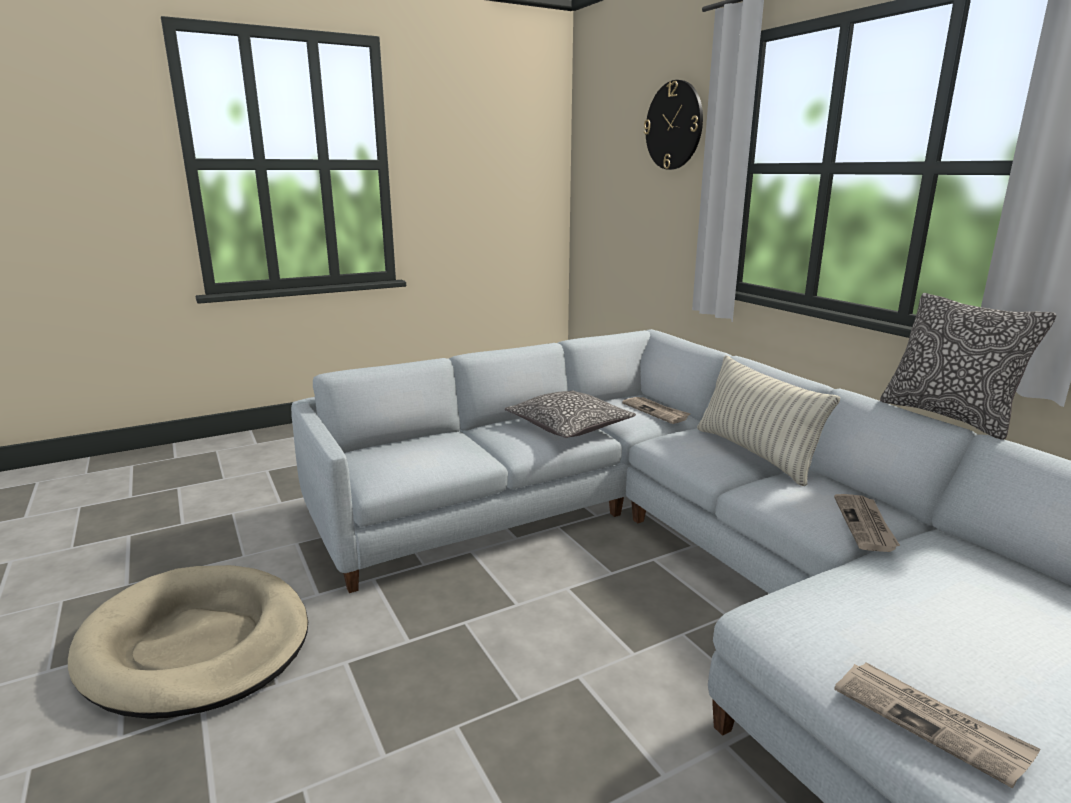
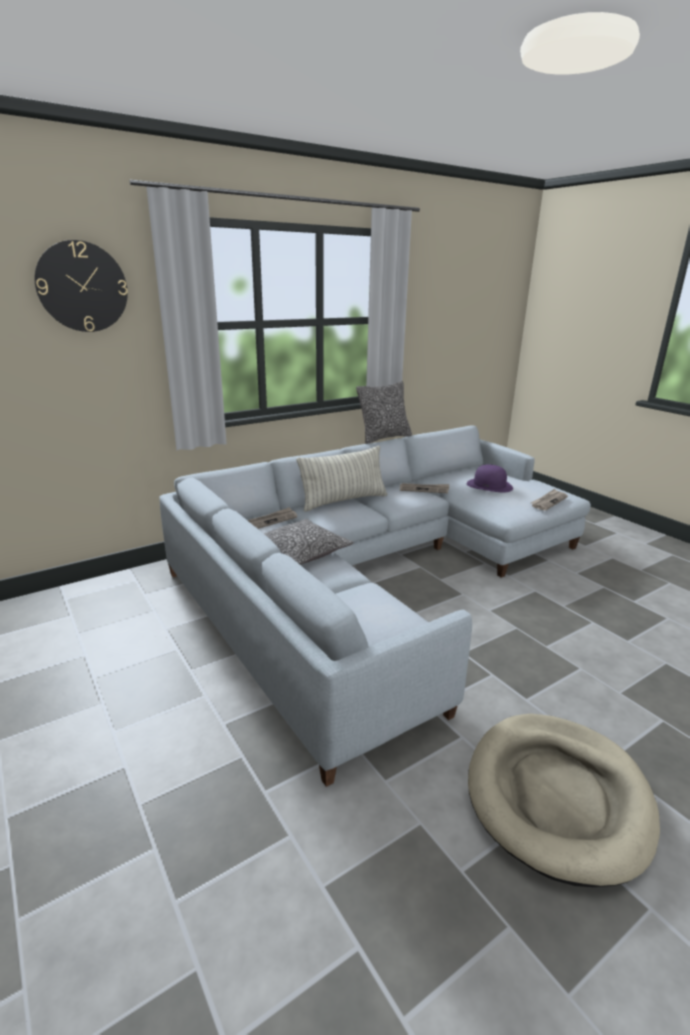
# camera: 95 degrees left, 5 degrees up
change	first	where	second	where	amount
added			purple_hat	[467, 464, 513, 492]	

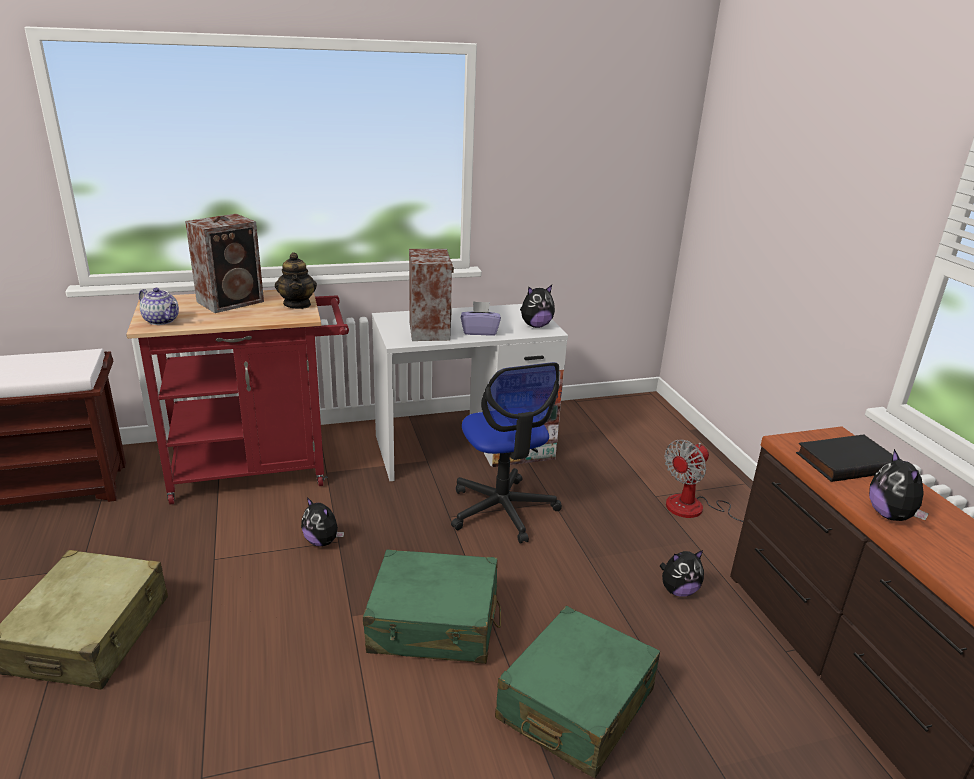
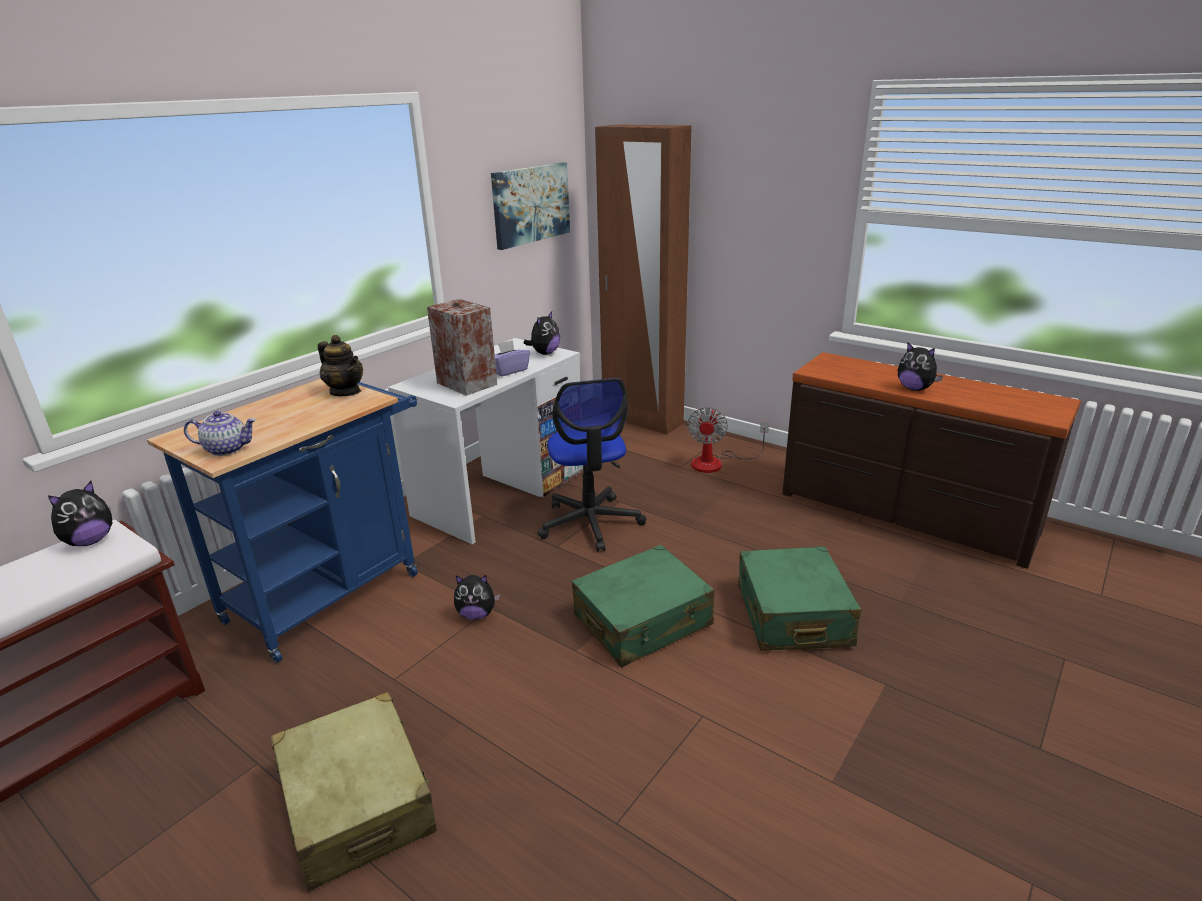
# camera: 35 degrees left, 0 degrees up
change	first	where	second	where	amount
recoloured	red_cart	[126, 290, 349, 505]	blue_cart	[147, 379, 419, 663]	
removed	speaker	[185, 214, 264, 313]			
turned	office_chair	[451, 362, 562, 544]		[538, 378, 646, 552]	45 degrees clockwise
moved	plush_toy	[660, 550, 704, 597]		[48, 481, 112, 546]	
removed	black_book	[796, 434, 903, 482]			
added			picture	[491, 162, 570, 250]	
added			brown_wardrobe	[595, 124, 692, 434]	

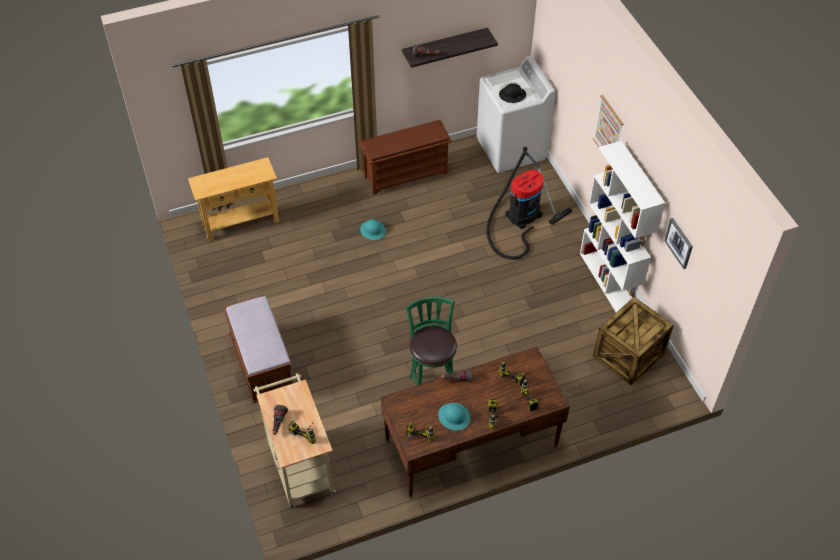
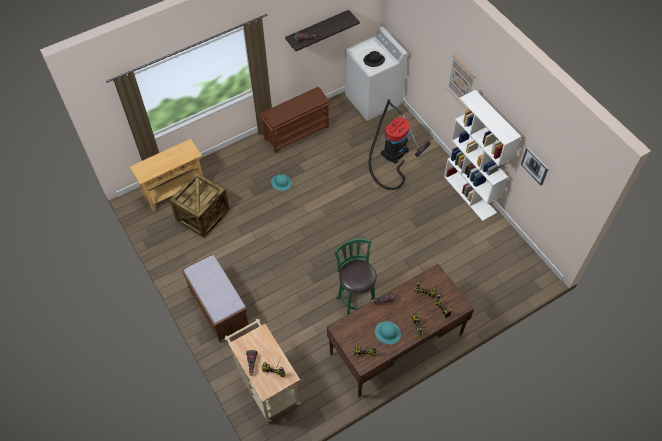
# camera: 10 degrees left, 5 degrees up
change	first	where	second	where	amount
moved	crate	[593, 297, 674, 386]		[169, 172, 230, 238]	

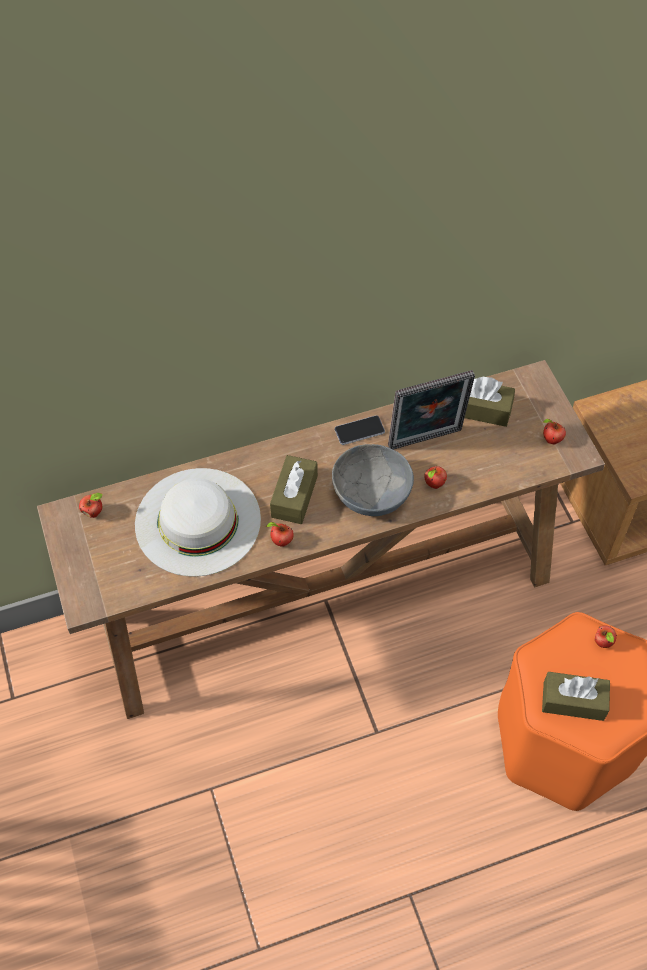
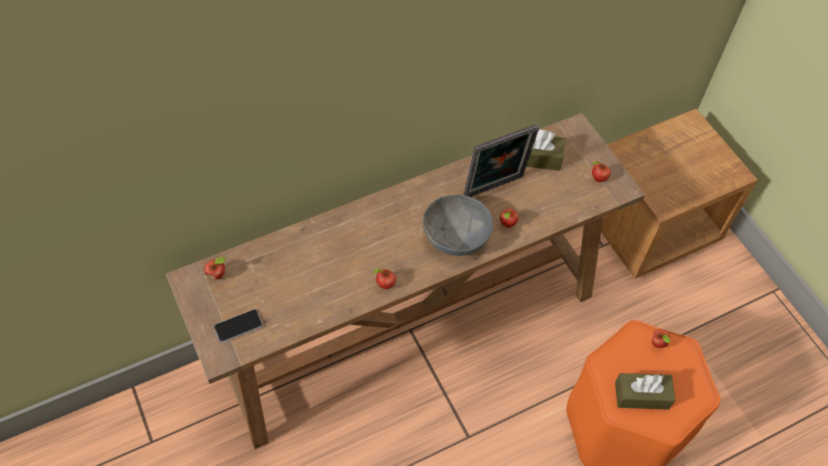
# camera: 10 degrees left, 0 degrees up
change	first	where	second	where	amount
removed	white_hat	[135, 468, 261, 577]			
removed	brown_tissue_box	[270, 455, 318, 524]			
moved	phone	[335, 415, 385, 445]		[214, 309, 263, 343]	

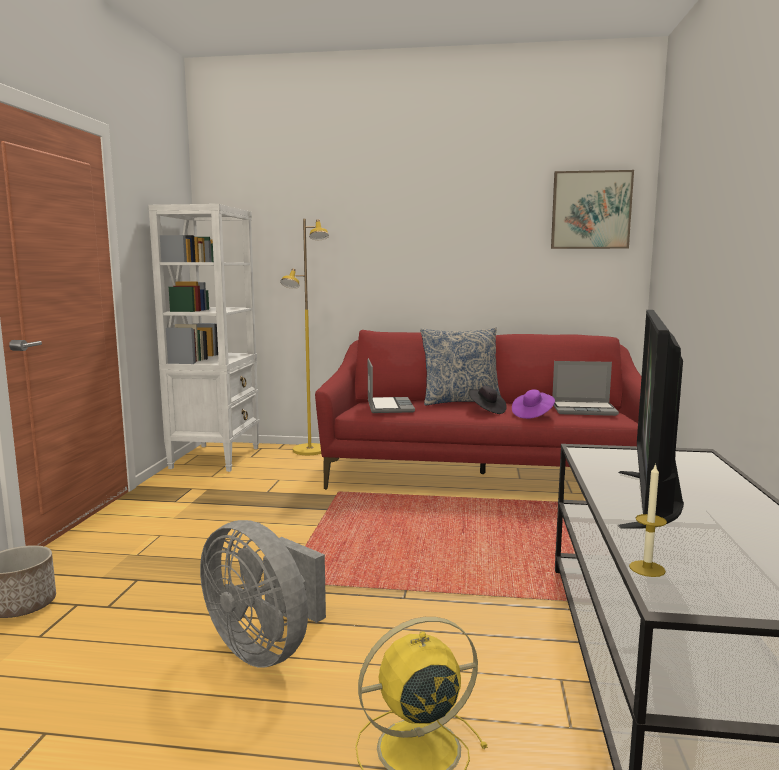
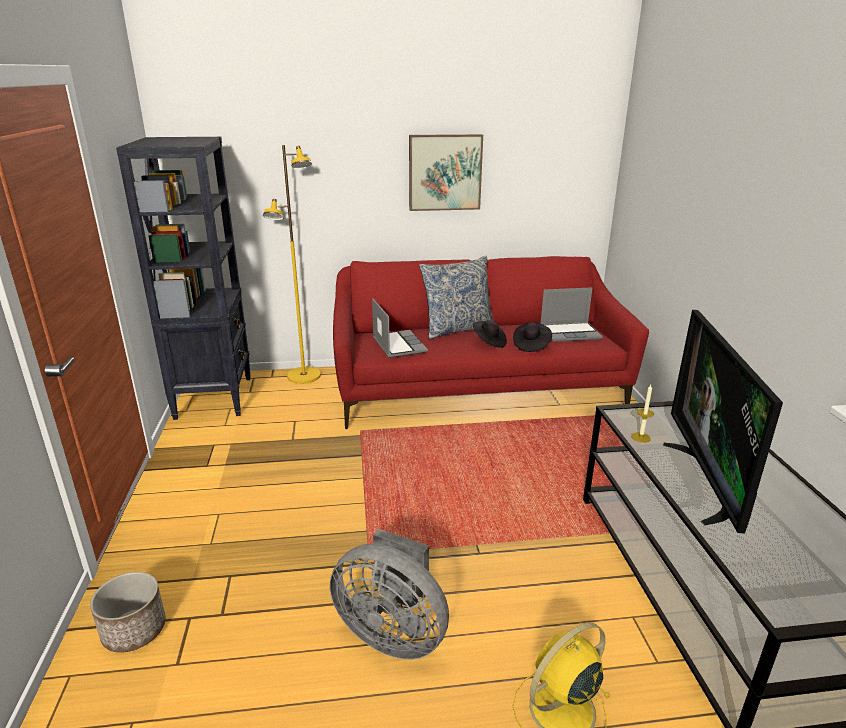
# camera: 15 degrees left, 15 degrees up
change	first	where	second	where	amount
recoloured	white_bookcase	[148, 204, 260, 472]	black_bookcase	[116, 137, 251, 420]	
recoloured	purple_hat	[512, 390, 555, 419]	black_hat	[513, 322, 552, 352]	
moved	picture	[551, 170, 634, 249]		[409, 134, 483, 211]	
moved	candle	[629, 463, 667, 577]		[631, 385, 654, 443]	

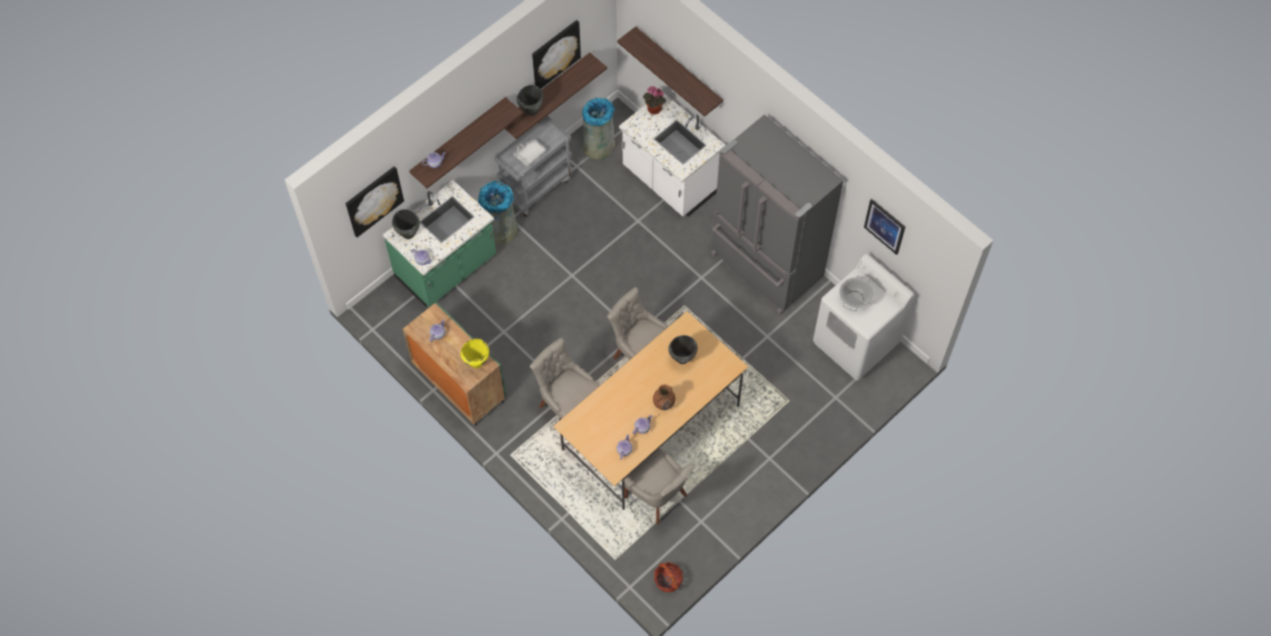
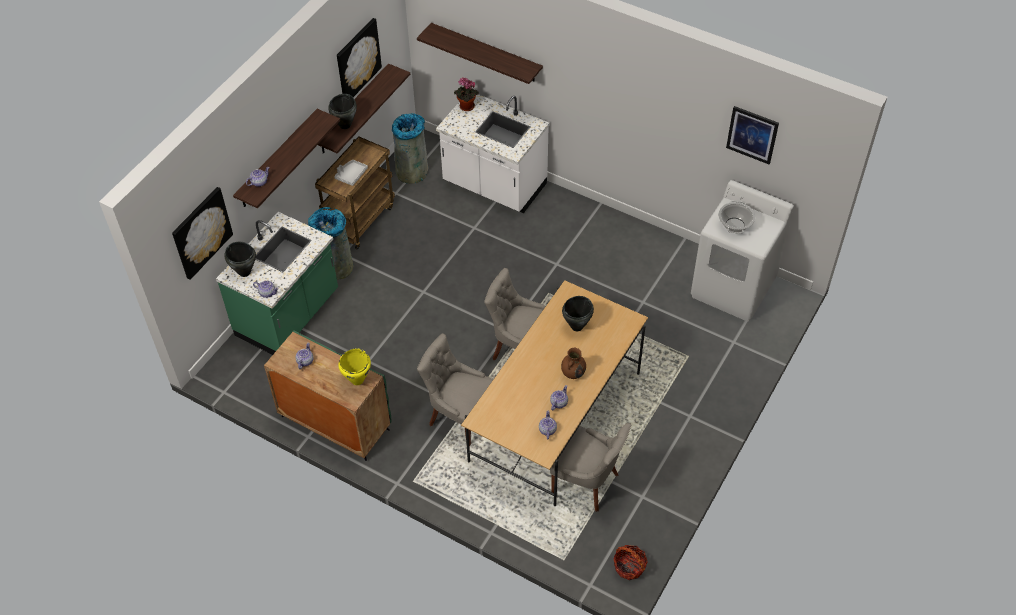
# camera: 15 degrees left, 10 degrees down
change	first	where	second	where	amount
recoloured	grey_cart	[494, 116, 573, 217]	brown_cart	[315, 136, 395, 249]	
removed	grey_fridge	[711, 115, 844, 315]			

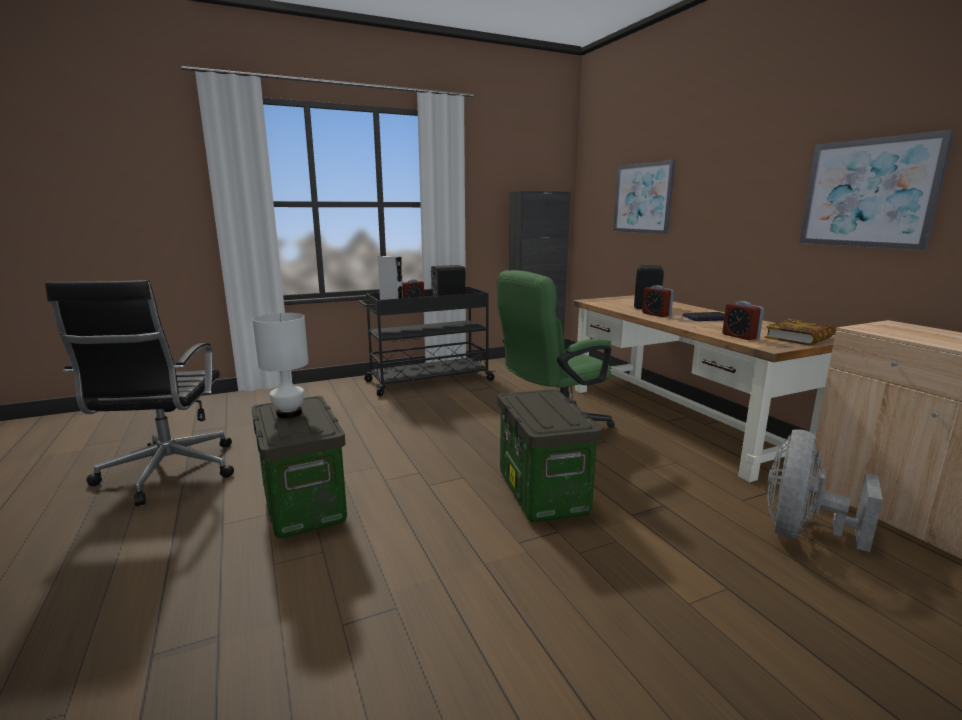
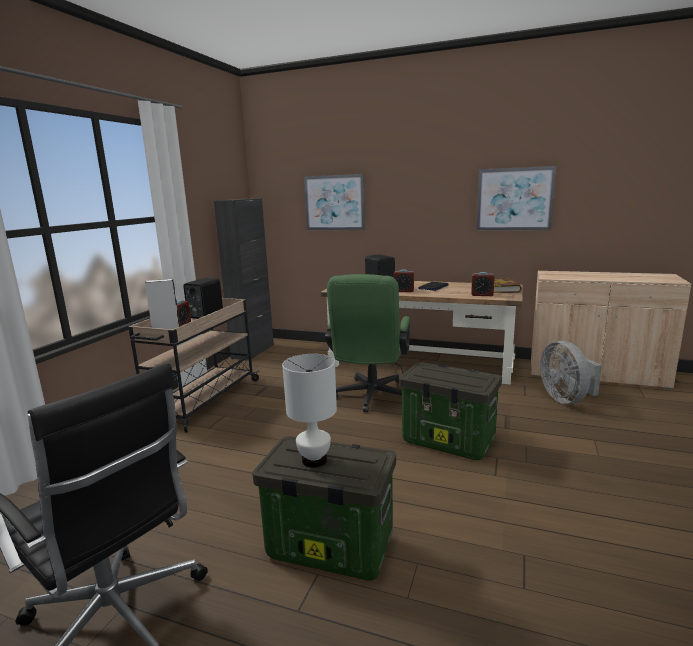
# camera: 45 degrees left, 0 degrees up
change	first	where	second	where	amount
recoloured	black_cart	[359, 287, 496, 397]	beige_cart	[128, 298, 260, 433]	

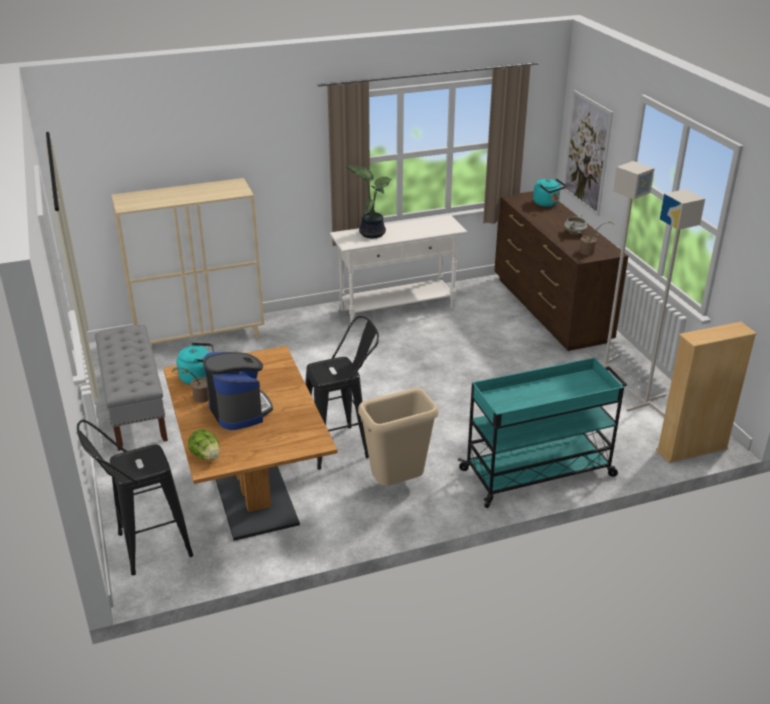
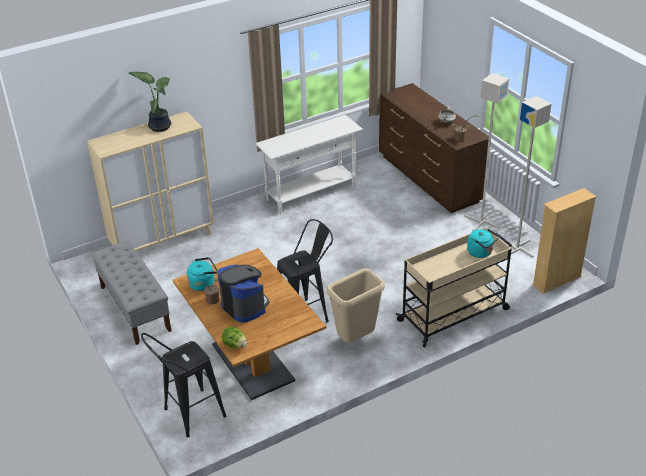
# camera: 10 degrees left, 5 degrees up
change	first	where	second	where	amount
moved	potted_plant	[345, 165, 391, 238]		[128, 72, 171, 132]	
recoloured	turquoise_cart	[458, 358, 627, 508]	beige_cart	[396, 227, 512, 347]	
moved	turquoise_kettle	[533, 178, 566, 207]		[467, 229, 499, 258]	
removed	picture	[563, 90, 613, 216]			

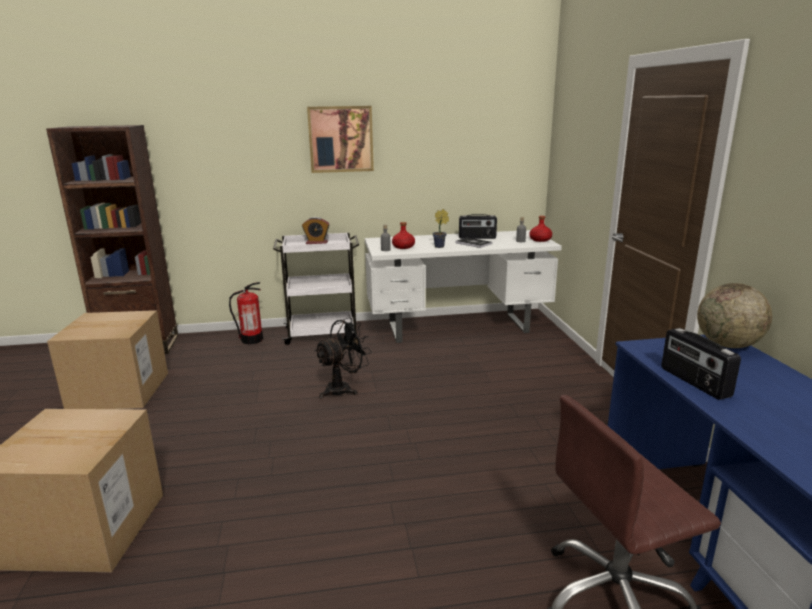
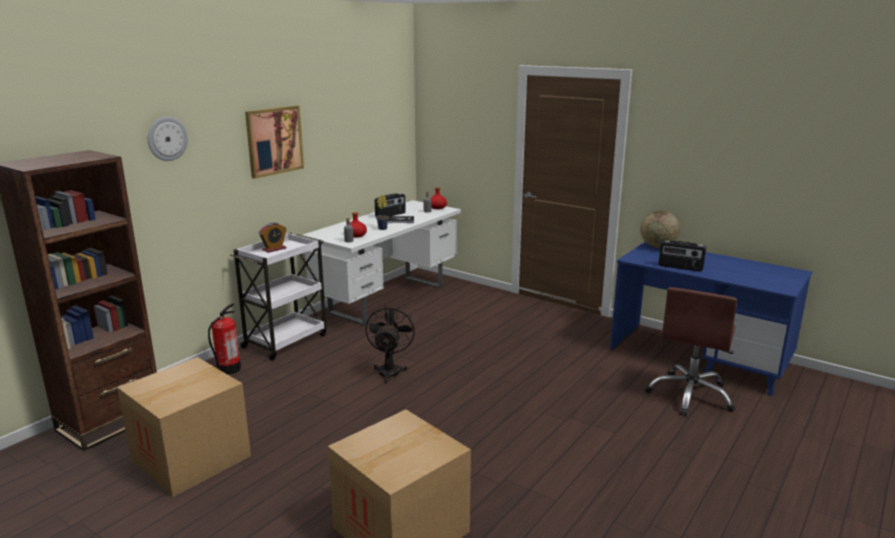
# camera: 45 degrees left, 0 degrees up
change	first	where	second	where	amount
added			wall_clock	[148, 117, 188, 161]	

